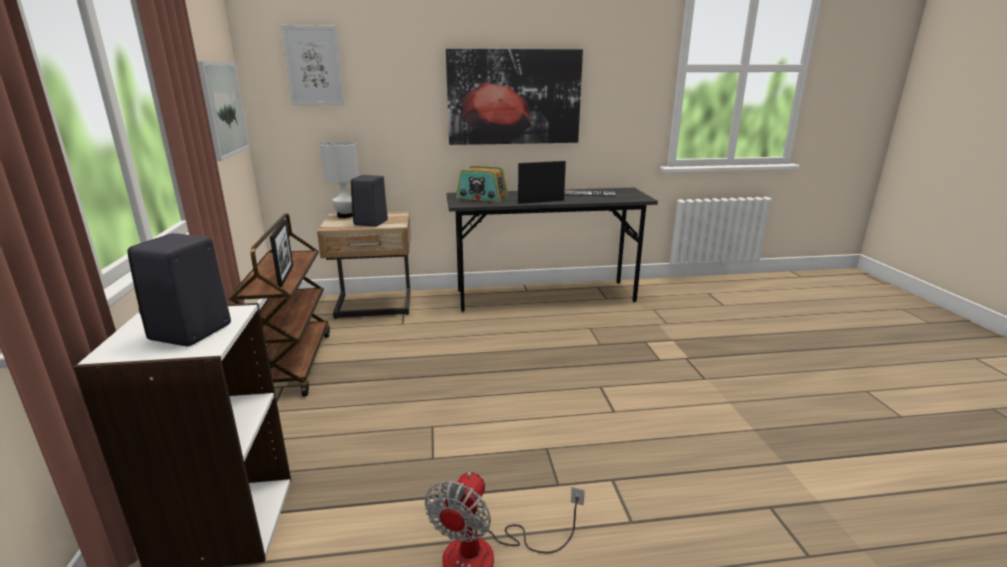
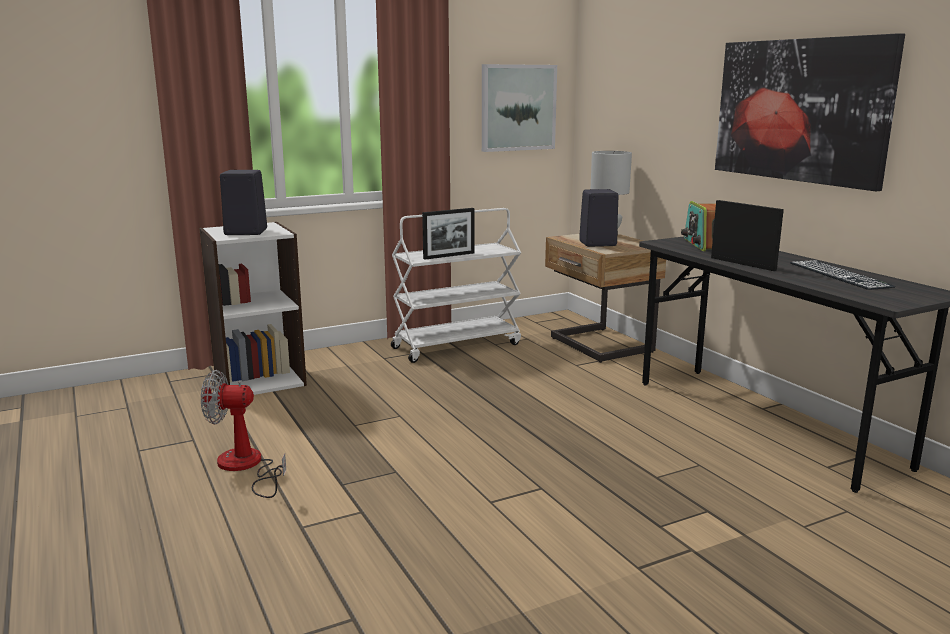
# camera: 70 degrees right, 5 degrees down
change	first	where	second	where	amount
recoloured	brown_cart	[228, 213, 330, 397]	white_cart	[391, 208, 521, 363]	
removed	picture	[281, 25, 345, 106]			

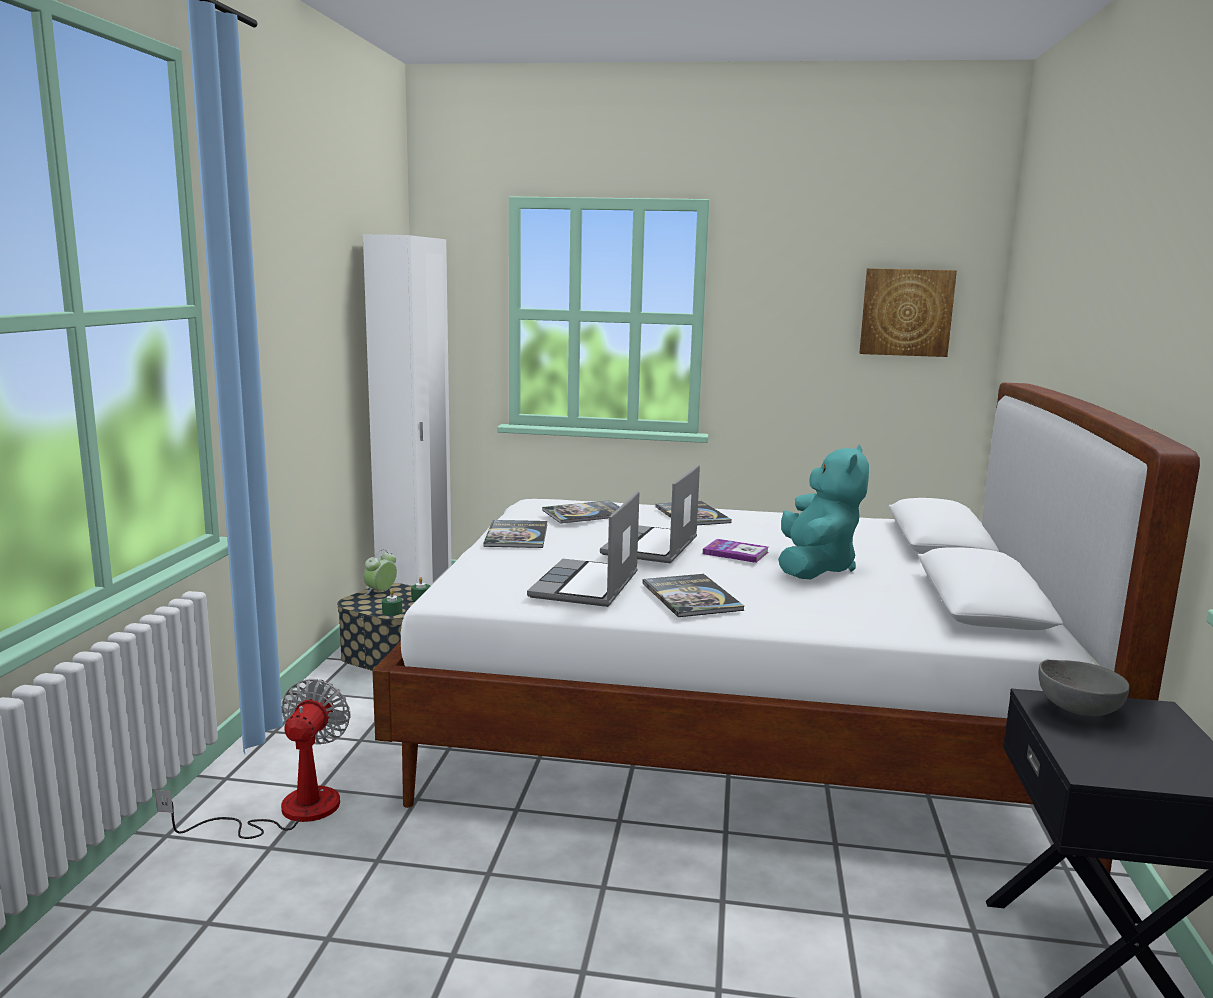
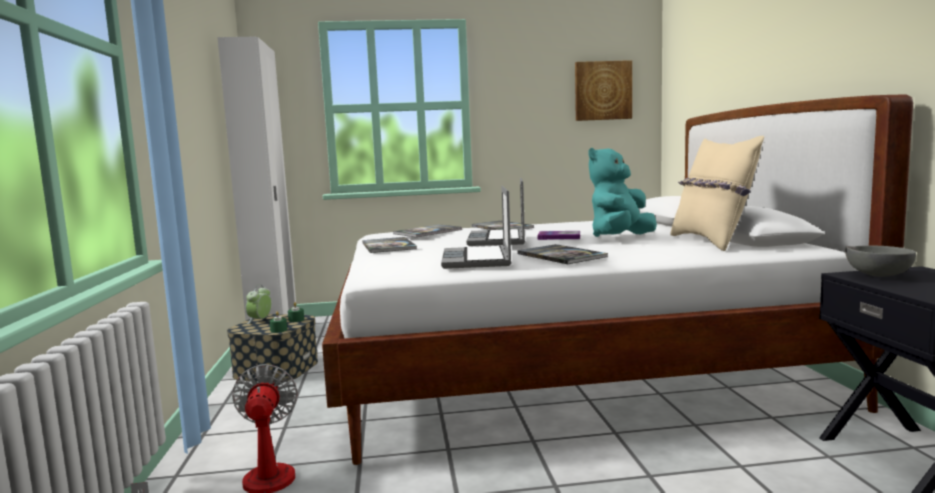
# camera: 15 degrees left, 5 degrees down
change	first	where	second	where	amount
turned	turquoise_plush_toy	[778, 445, 869, 579]		[588, 148, 657, 237]	135 degrees counterclockwise
added			beige_pillow	[670, 136, 764, 251]	

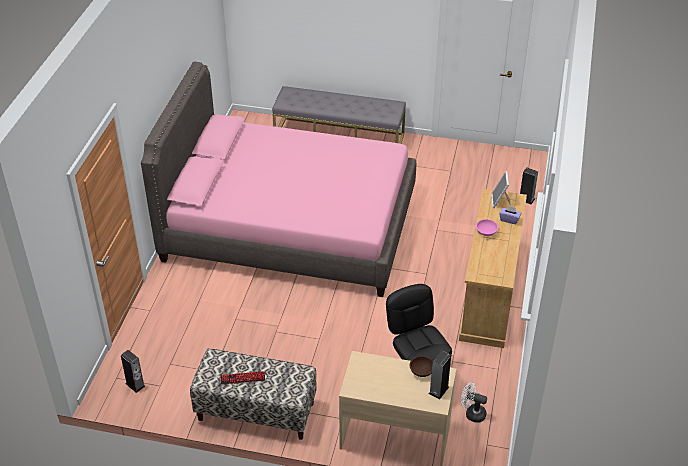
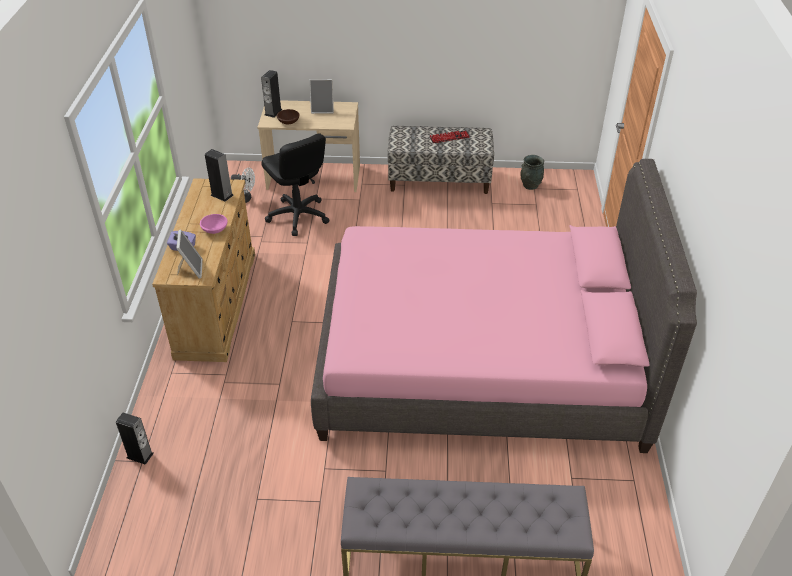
# camera: 170 degrees right, 0 degrees up
change	first	where	second	where	amount
moved	speaker	[121, 350, 145, 393]		[205, 149, 234, 202]	
added			picture_frame	[310, 79, 334, 114]	
added			grey_vase	[520, 155, 544, 190]	

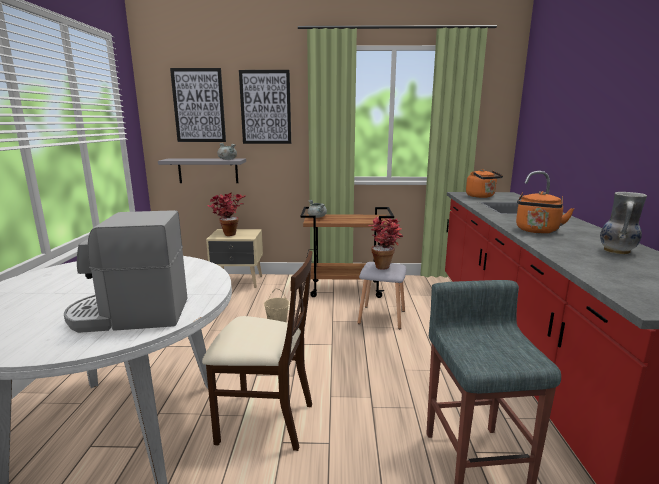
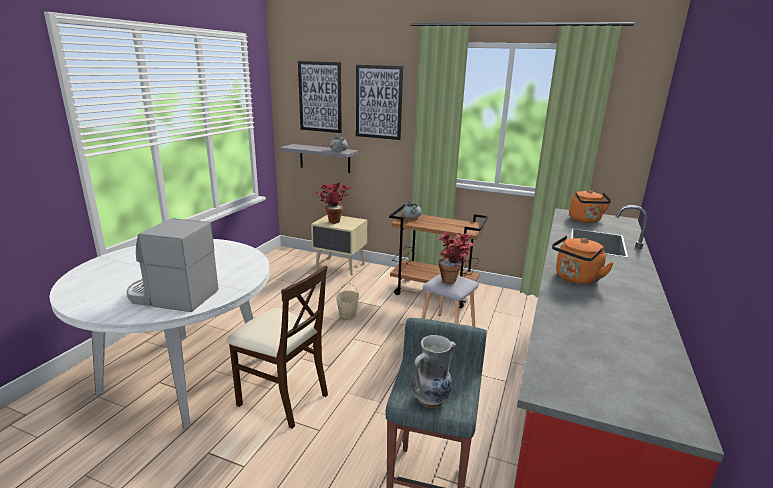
# camera: 20 degrees right, 5 degrees up
change	first	where	second	where	amount
moved	vase	[600, 192, 647, 254]		[412, 335, 456, 408]	

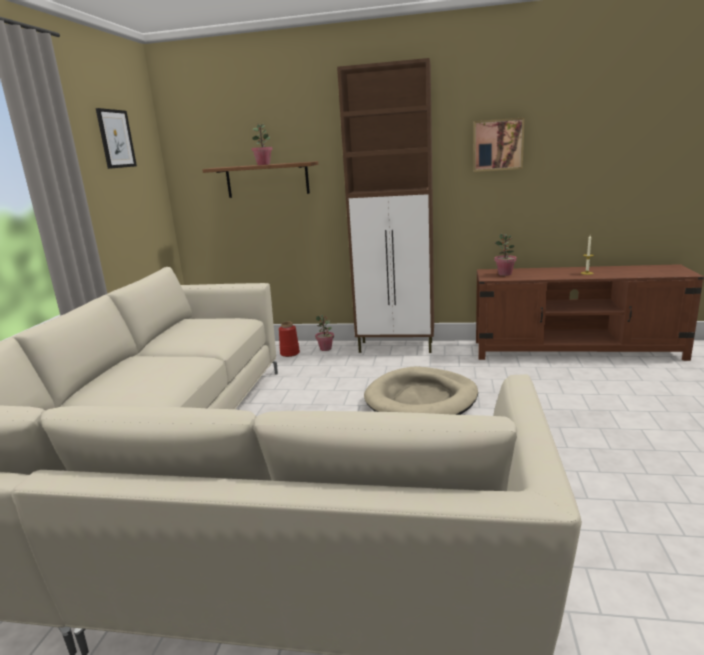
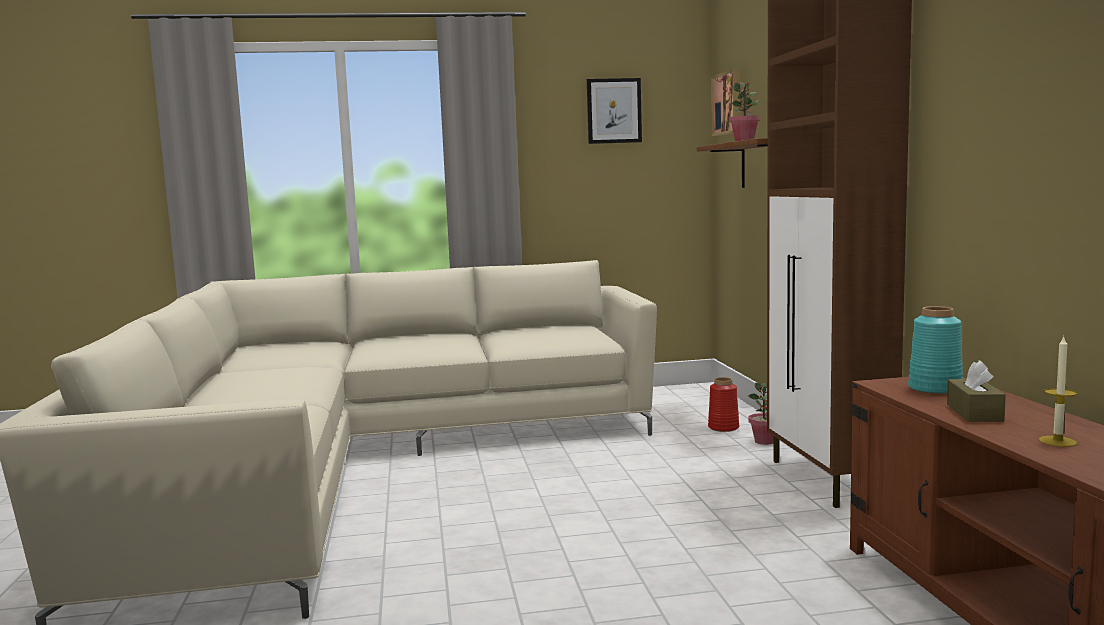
# camera: 70 degrees right, 10 degrees down
change	first	where	second	where	amount
removed	beige_dog_bed	[364, 366, 478, 415]			
moved	picture	[473, 117, 525, 172]		[711, 69, 741, 136]	
replaced	potted_plant	[494, 234, 517, 276]	turquoise_vase	[908, 306, 963, 395]	
added			brown_tissue_box	[947, 360, 1006, 422]	

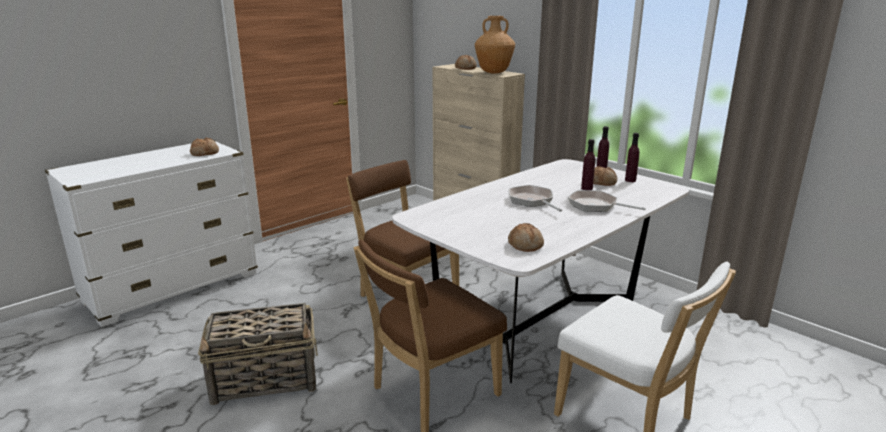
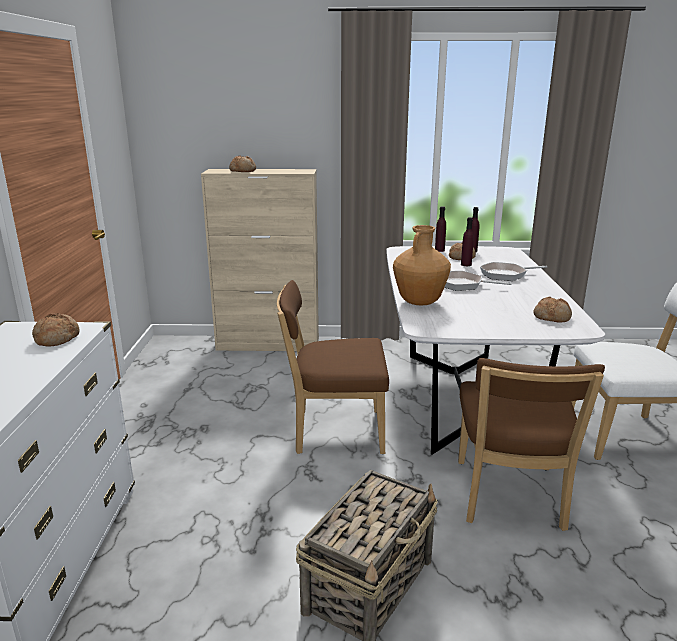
# camera: 45 degrees left, 0 degrees up
change	first	where	second	where	amount
moved	brown_vase	[475, 16, 515, 74]		[393, 225, 451, 306]	

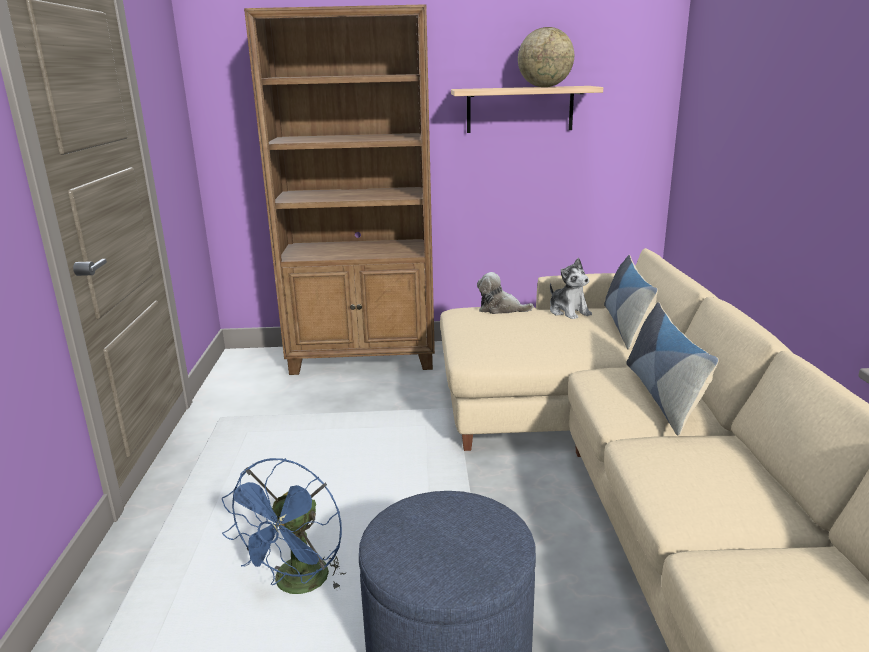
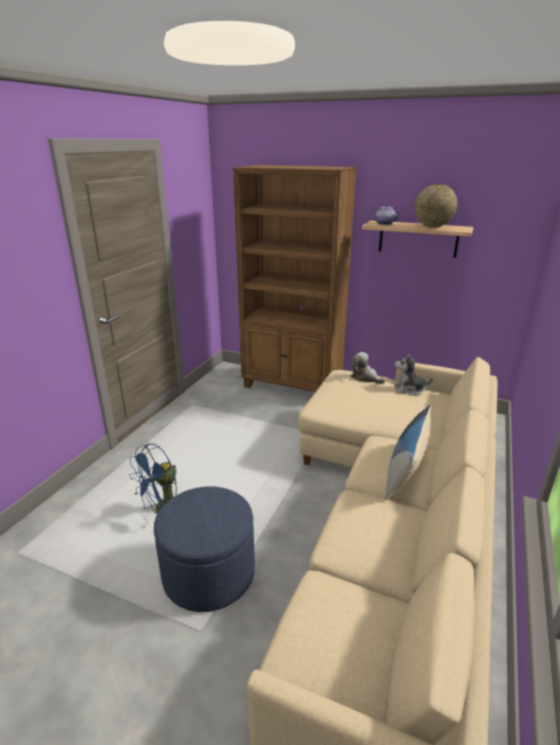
# camera: 25 degrees right, 5 degrees up
change	first	where	second	where	amount
turned	plush_toy	[550, 258, 592, 319]		[394, 354, 433, 396]	105 degrees clockwise
removed	pillow	[604, 255, 658, 350]			
added			teapot	[369, 204, 403, 225]	

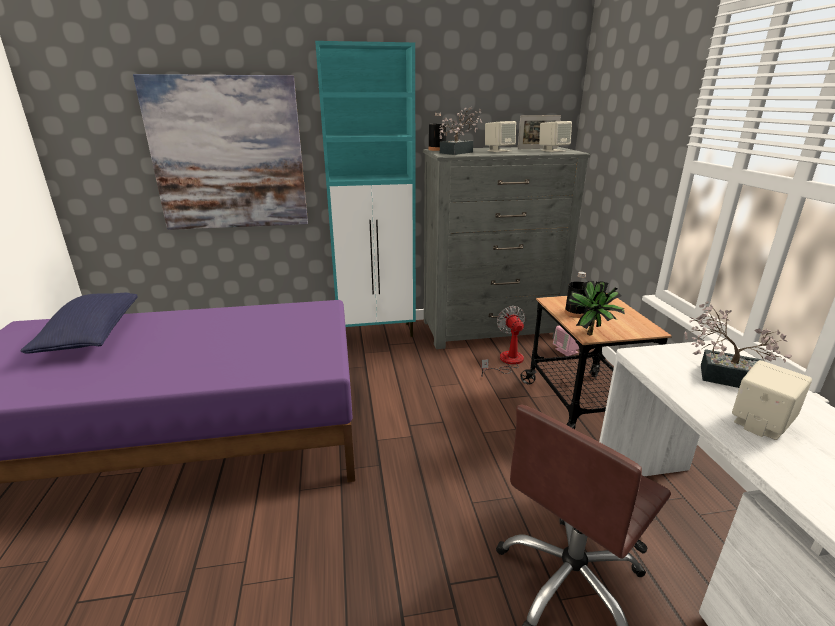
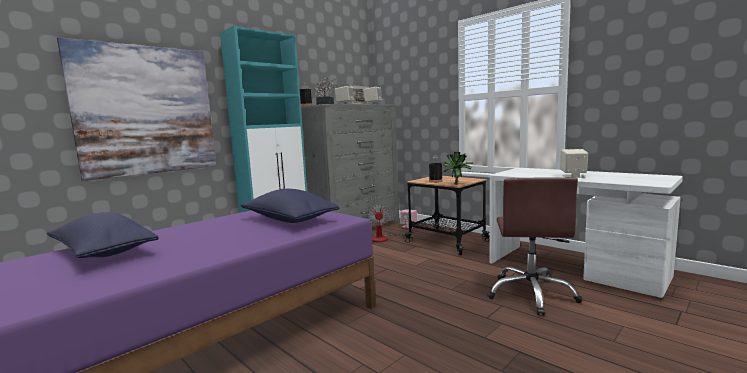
# camera: 35 degrees left, 15 degrees down
change	first	where	second	where	amount
turned	fan	[481, 306, 525, 377]		[368, 204, 407, 242]	135 degrees counterclockwise
removed	potted_plant	[684, 301, 792, 388]			
added			blue_pillow	[241, 189, 340, 223]	

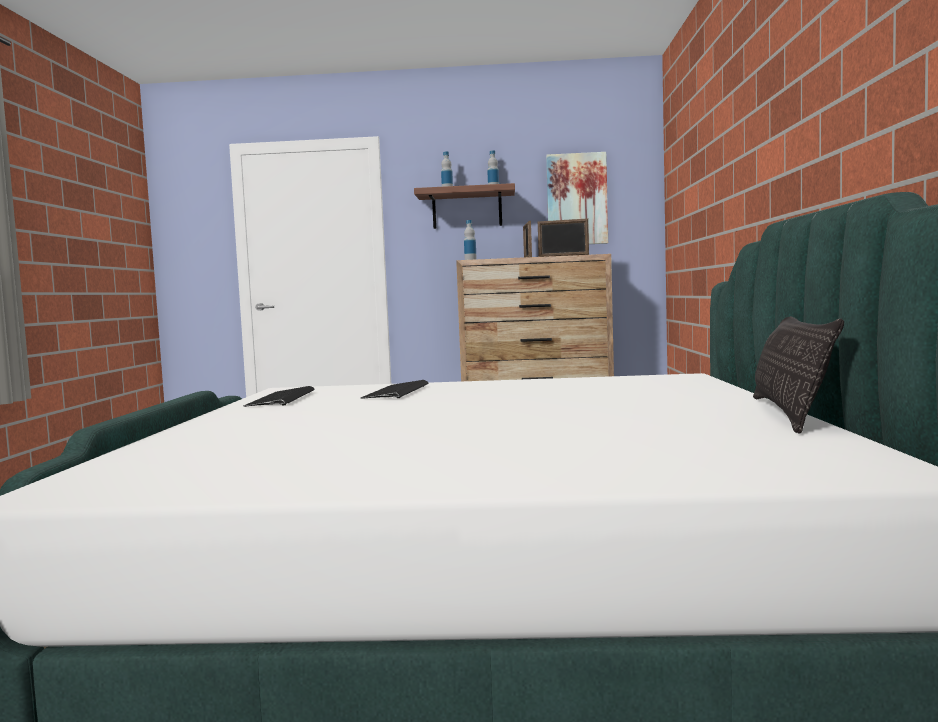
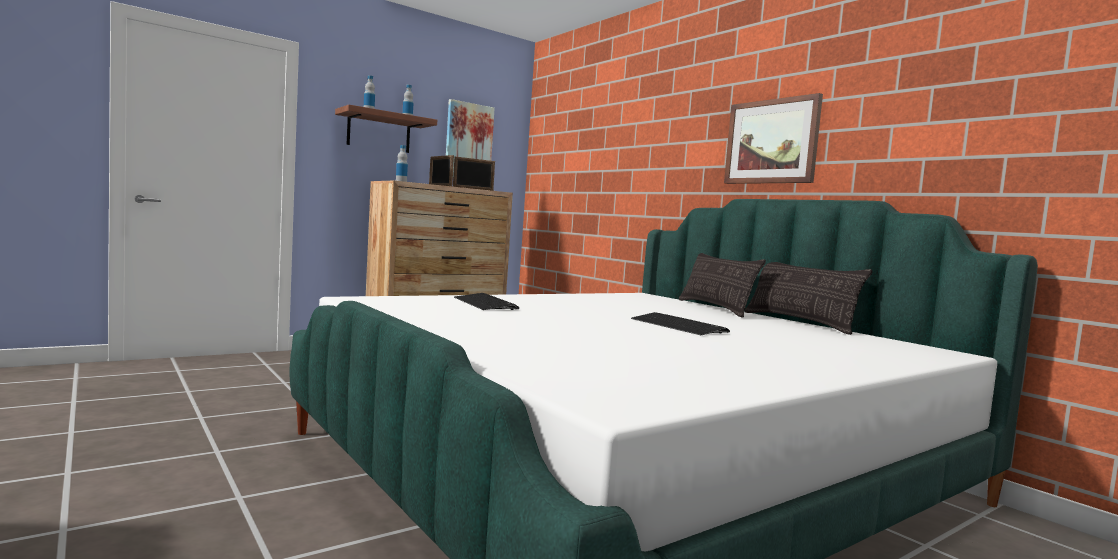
# camera: 40 degrees left, 0 degrees up
change	first	where	second	where	amount
moved	keyboard	[244, 386, 315, 407]		[631, 312, 730, 335]	
added			pillow	[679, 253, 766, 318]	
added			picture	[724, 93, 823, 184]	

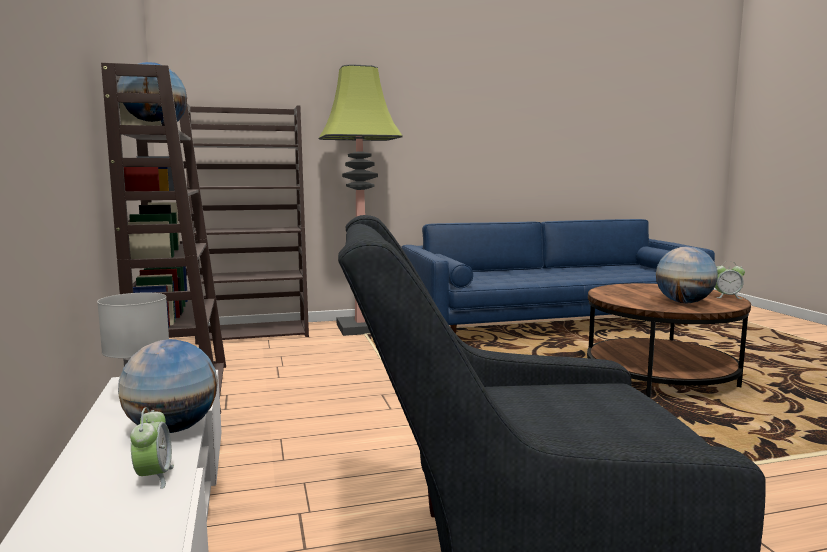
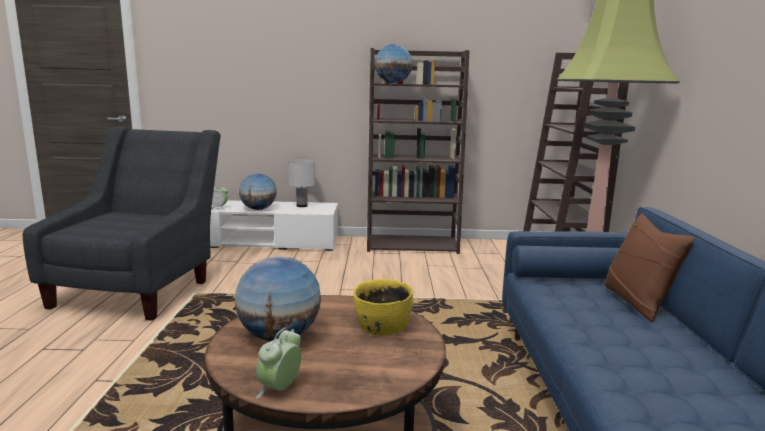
# camera: 105 degrees right, 5 degrees up
change	first	where	second	where	amount
added			yellow_bowl	[353, 279, 413, 336]	
added			brown_pillow	[604, 214, 695, 322]	

